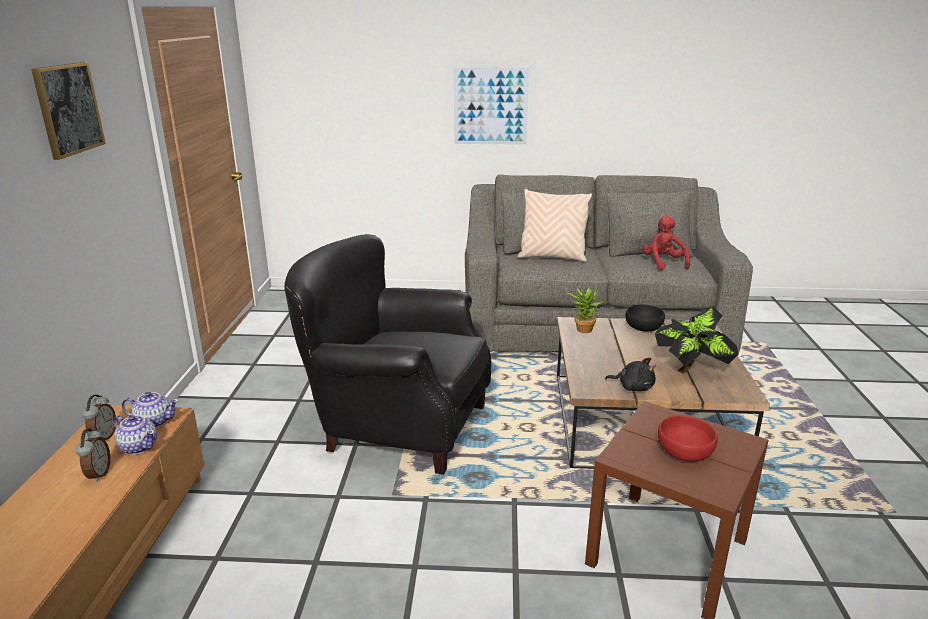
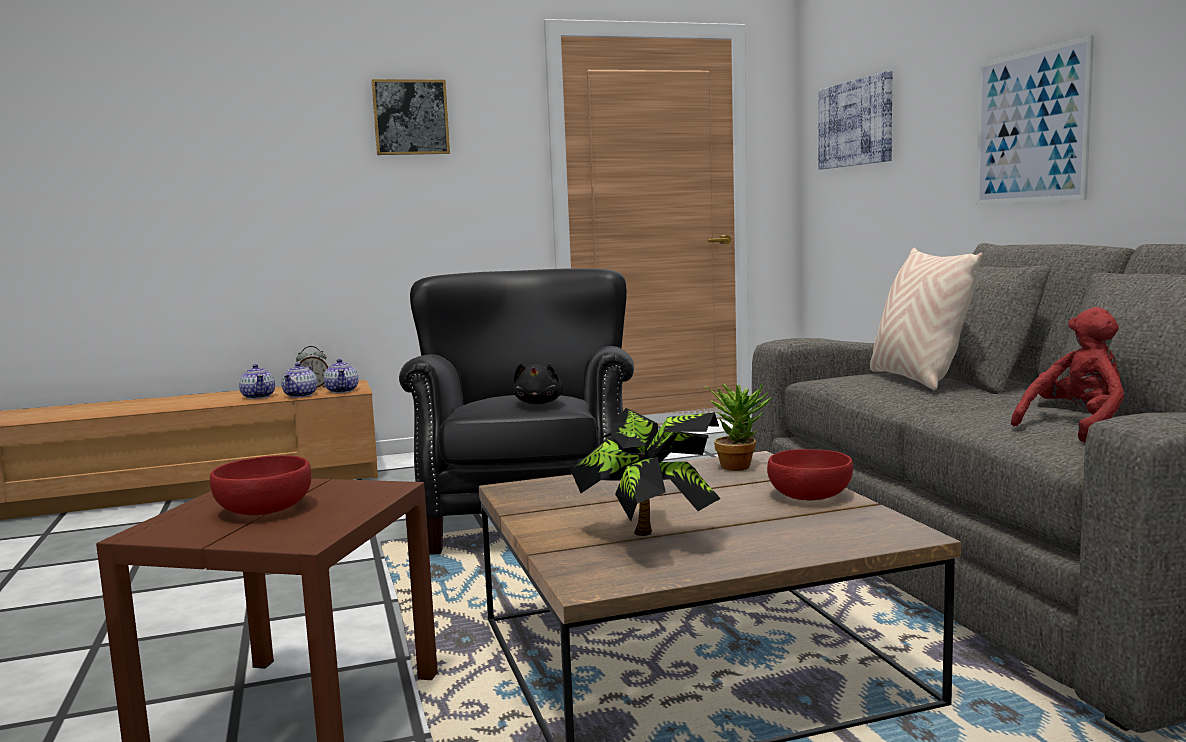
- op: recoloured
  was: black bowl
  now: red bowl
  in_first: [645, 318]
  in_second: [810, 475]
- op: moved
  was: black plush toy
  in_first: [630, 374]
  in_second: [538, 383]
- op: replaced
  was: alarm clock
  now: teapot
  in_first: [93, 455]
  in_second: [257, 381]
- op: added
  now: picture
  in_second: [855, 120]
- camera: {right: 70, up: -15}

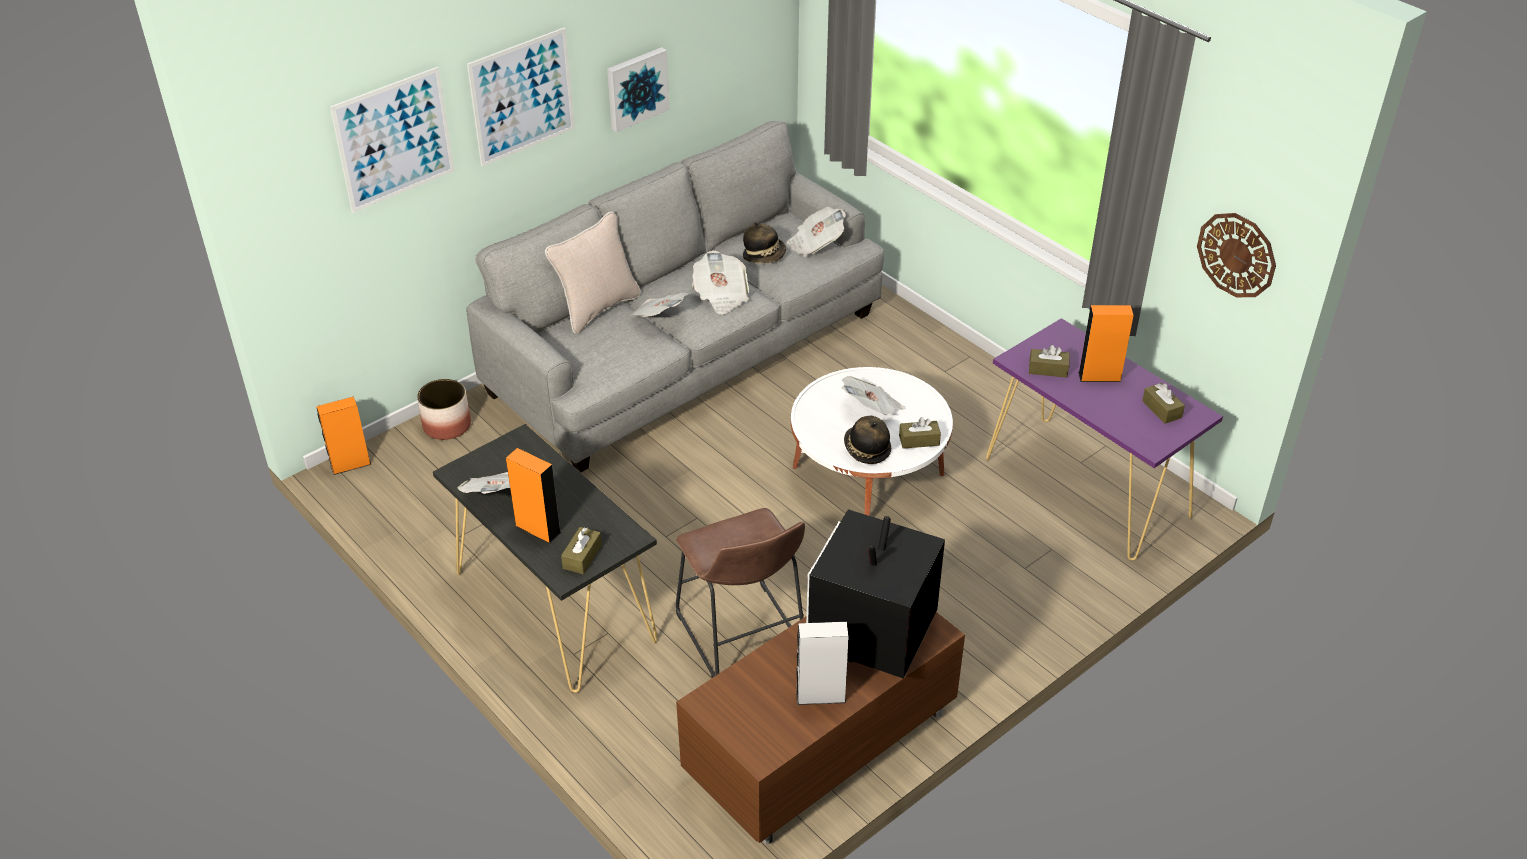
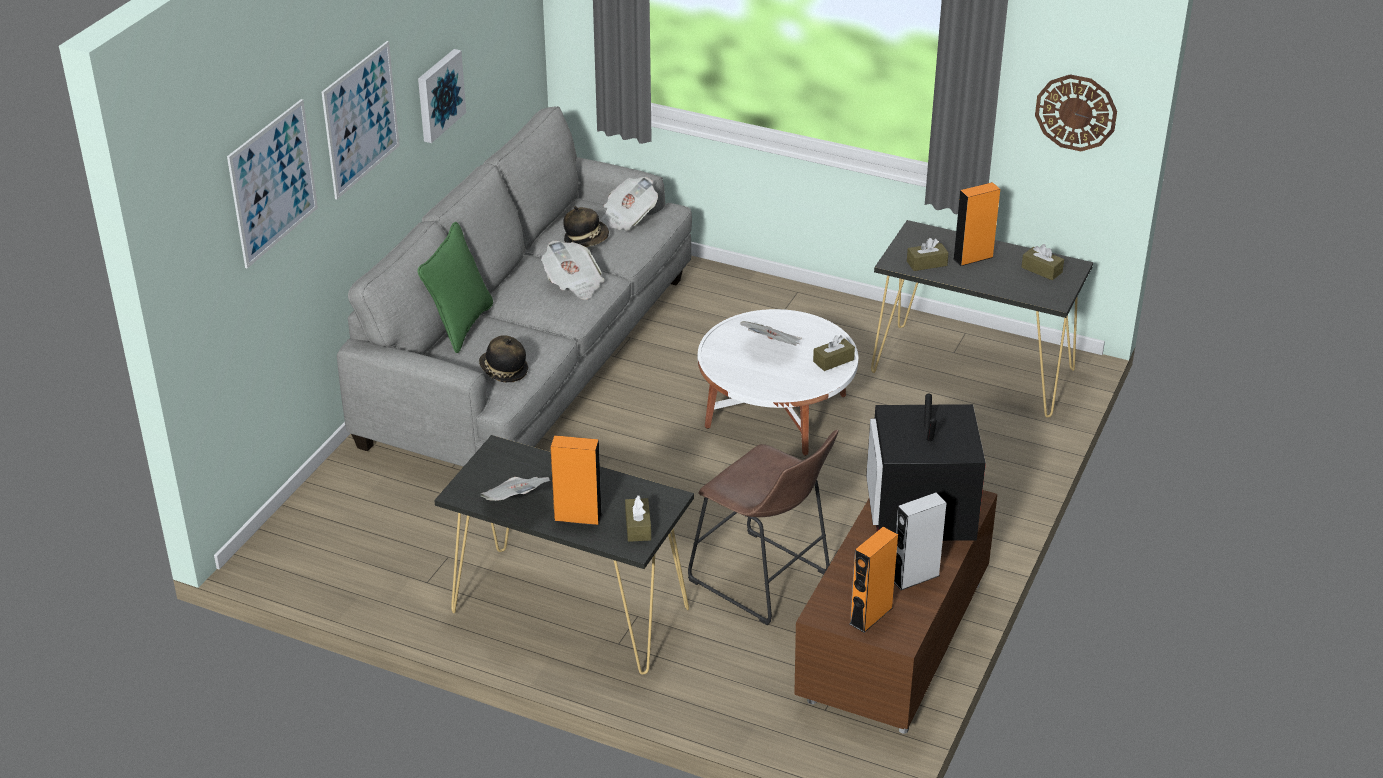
- op: recoloured
  was: beige pillow
  now: green pillow
  in_first: [593, 273]
  in_second: [455, 287]
- op: removed
  was: newspaper
  in_first: [659, 305]
- op: recoloured
  was: purple console table
  now: black console table
  in_first: [1104, 439]
  in_second: [982, 319]
- op: removed
  was: planter
  in_first: [444, 409]
- op: moved
  was: orange speaker
  in_first: [343, 436]
  in_second: [874, 580]
- op: moved
  was: hat
  in_first: [867, 440]
  in_second: [503, 358]
- camera: {right: -25, up: -5}

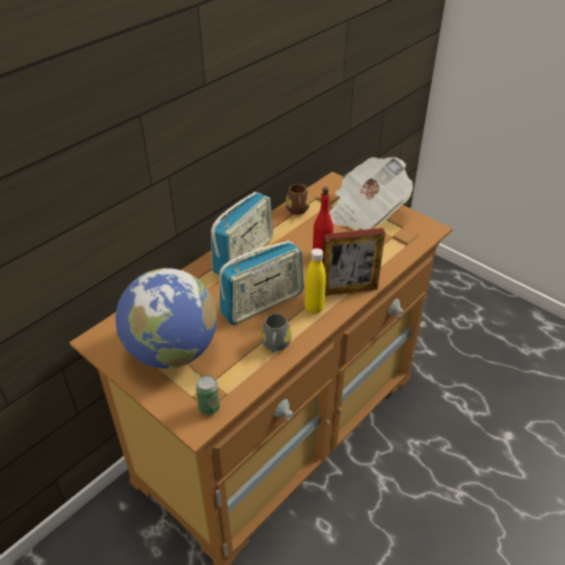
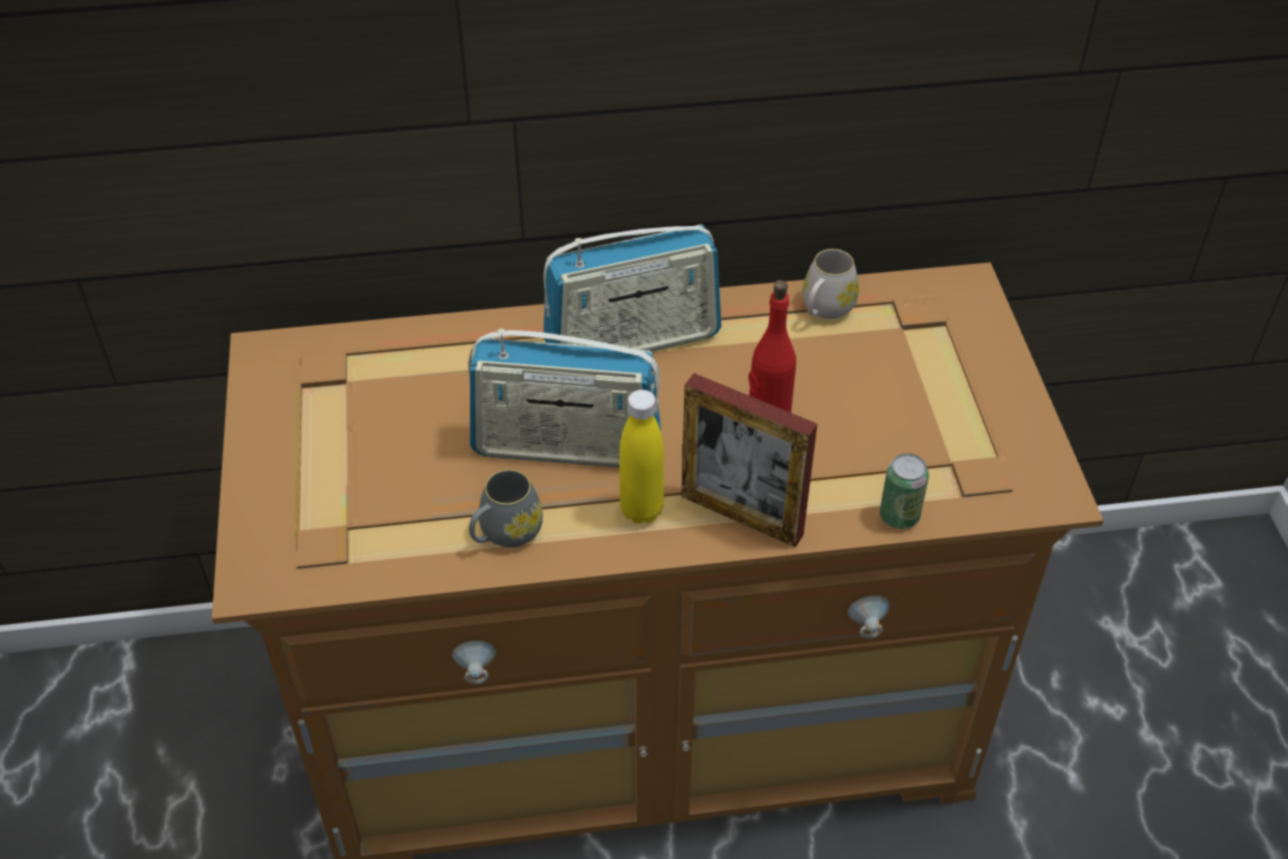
- op: removed
  was: newspaper
  in_first: [371, 193]
- op: recoloured
  was: brown mug
  now: white mug
  in_first: [298, 199]
  in_second: [831, 284]
- op: removed
  was: globe
  in_first: [166, 318]
- op: moved
  was: can
  in_first: [208, 395]
  in_second: [904, 491]
- camera: {right: 40, up: 5}

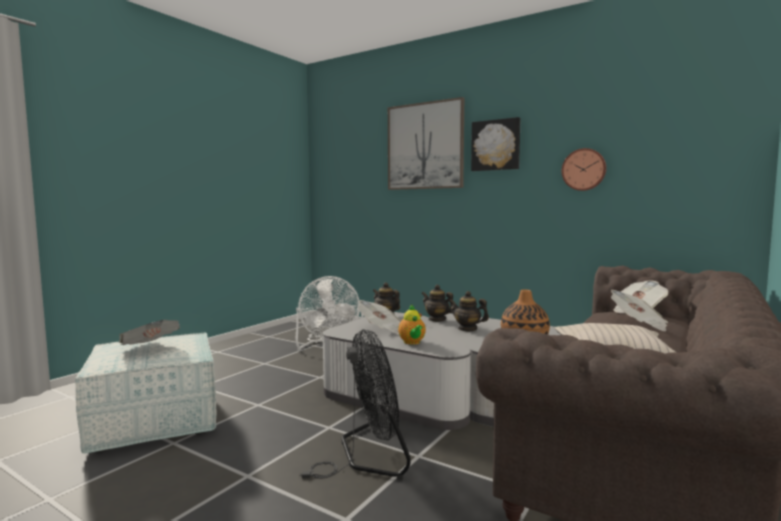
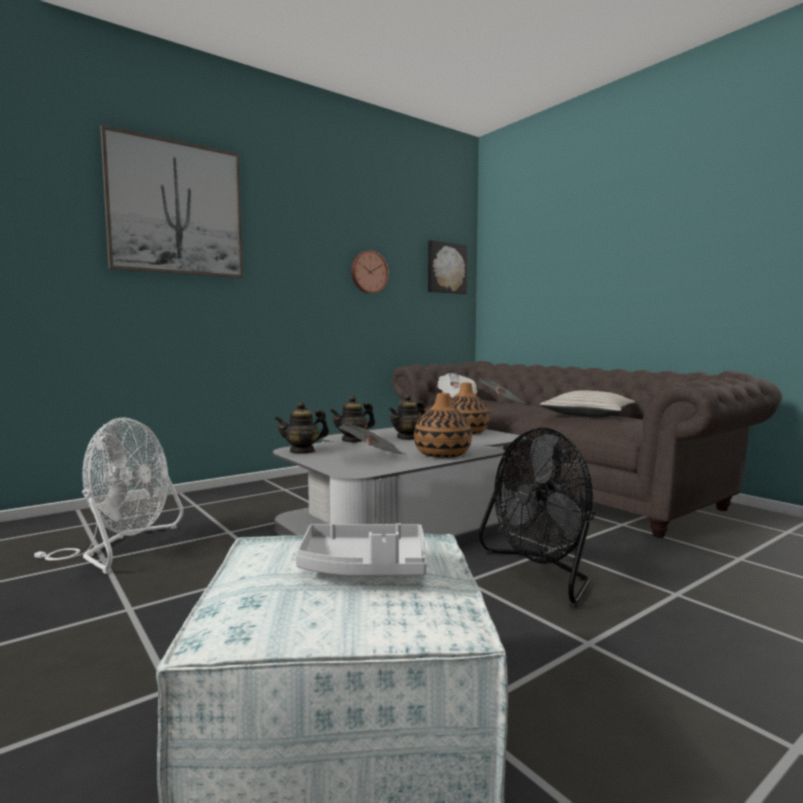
- op: moved
  was: picture
  in_first: [495, 144]
  in_second: [448, 267]
- op: replaced
  was: teapot
  now: vase
  in_first: [412, 325]
  in_second: [443, 425]
- op: replaced
  was: newspaper
  now: grey tray
  in_first: [149, 332]
  in_second: [361, 550]
- op: turned
  was: black fan
  in_first: [355, 404]
  in_second: [537, 518]
  clockwise: -120
- camera: {right: -70, up: 0}

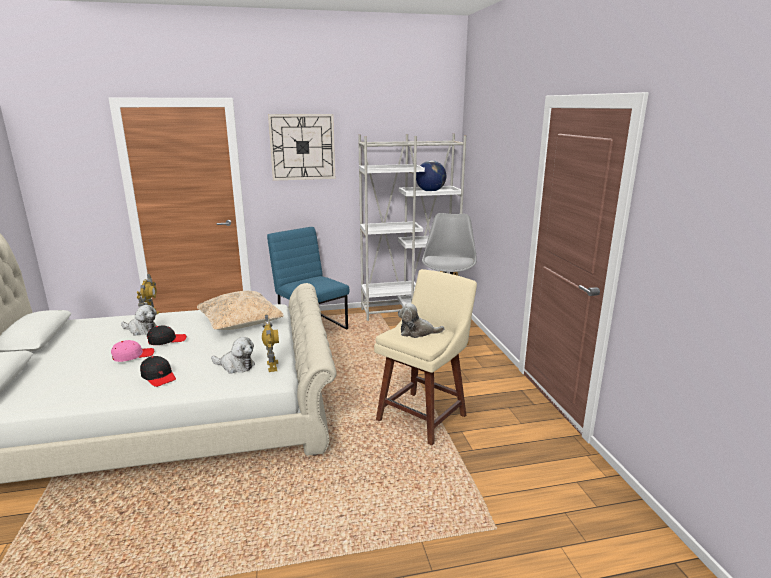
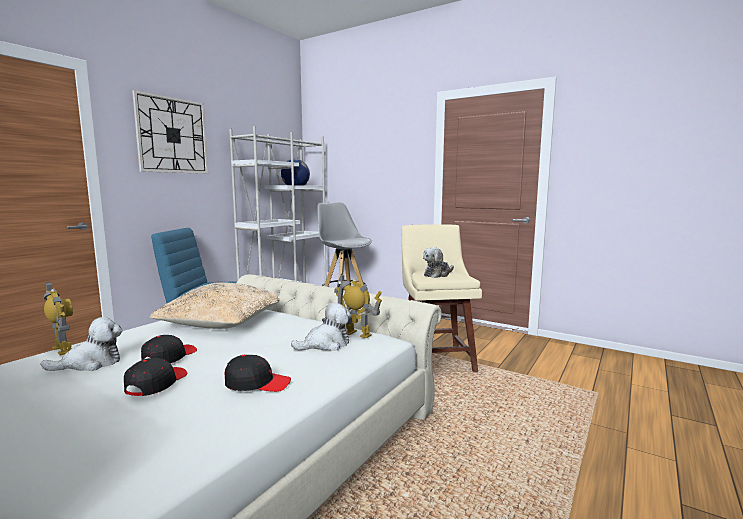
- op: recoloured
  was: pink cap
  now: black cap
  in_first: [132, 351]
  in_second: [155, 377]
- camera: {right: -45, up: -10}

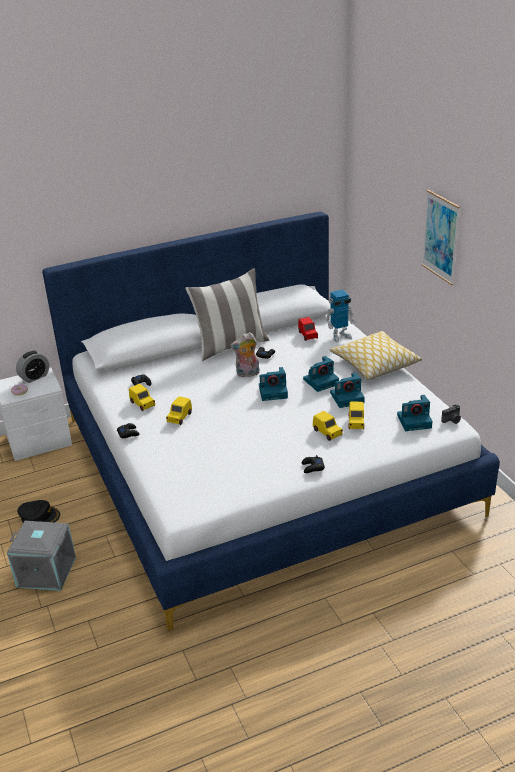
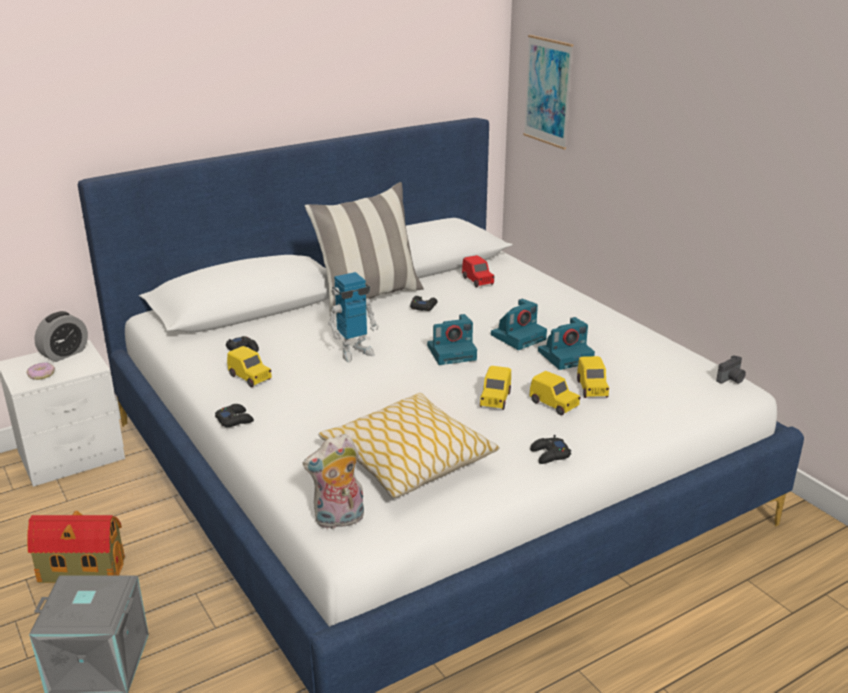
- op: moved
  was: picture
  in_first: [441, 237]
  in_second: [548, 92]
- op: moved
  was: toy robot
  in_first: [340, 316]
  in_second: [353, 317]
- op: moved
  was: pillow
  in_first: [375, 355]
  in_second: [408, 445]
- op: moved
  was: plush toy
  in_first: [245, 354]
  in_second: [333, 481]
- op: removed
  was: photo camera
  in_first: [414, 413]
- op: moved
  was: yellow toy car
  in_first: [179, 410]
  in_second: [495, 388]
- op: replaced
  was: black cap
  now: toy house
  in_first: [38, 511]
  in_second: [76, 547]
- camera: {right: -10, up: -5}

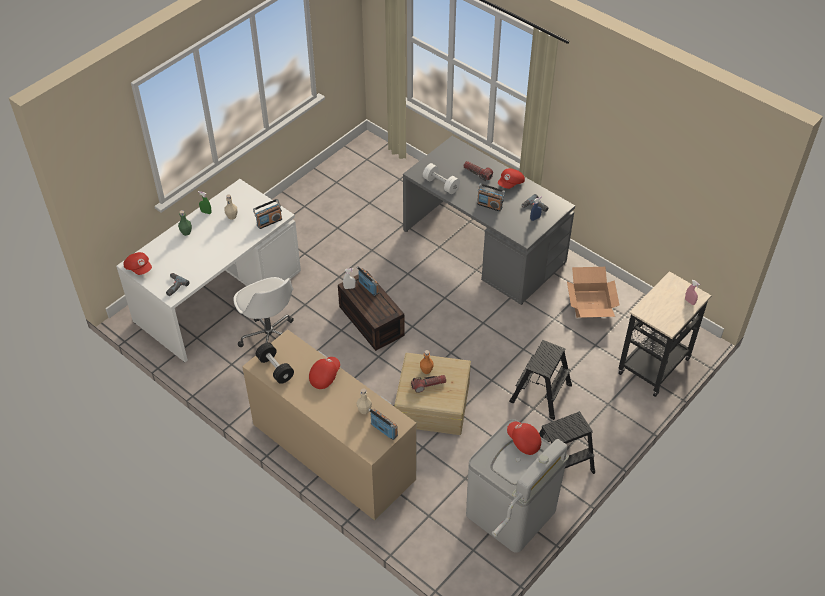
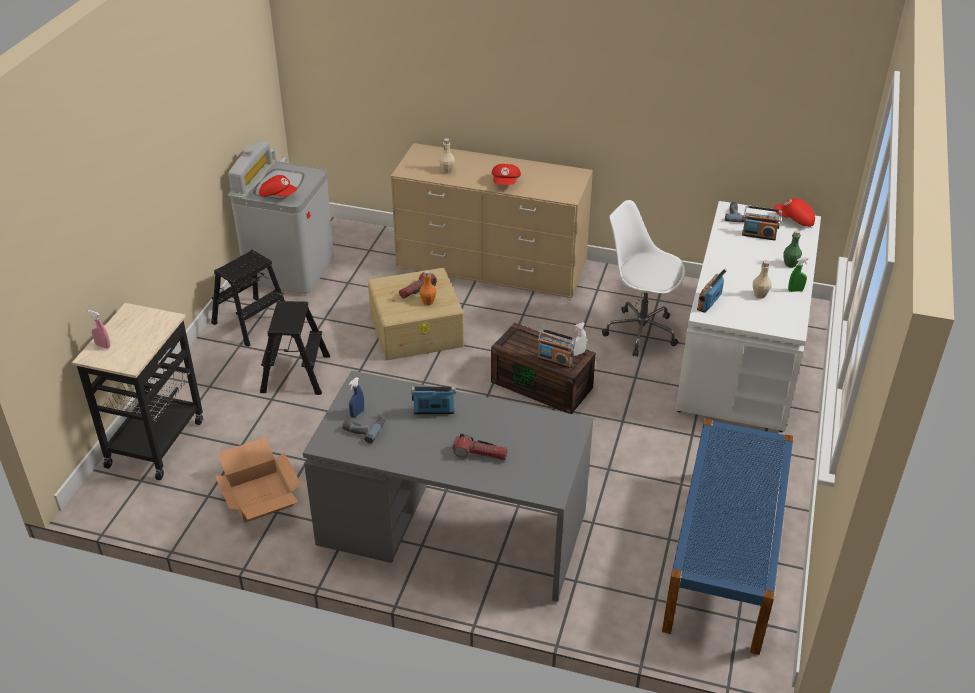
- op: removed
  was: white dumbbell
  in_first: [441, 178]
- op: removed
  was: red cap
  in_first: [511, 178]
- op: removed
  was: black dumbbell
  in_first: [275, 363]
- op: moved
  was: radio
  in_first: [383, 424]
  in_second: [762, 222]
- op: added
  now: blue bench
  in_second: [728, 537]
- camera: {right: 155, up: -10}

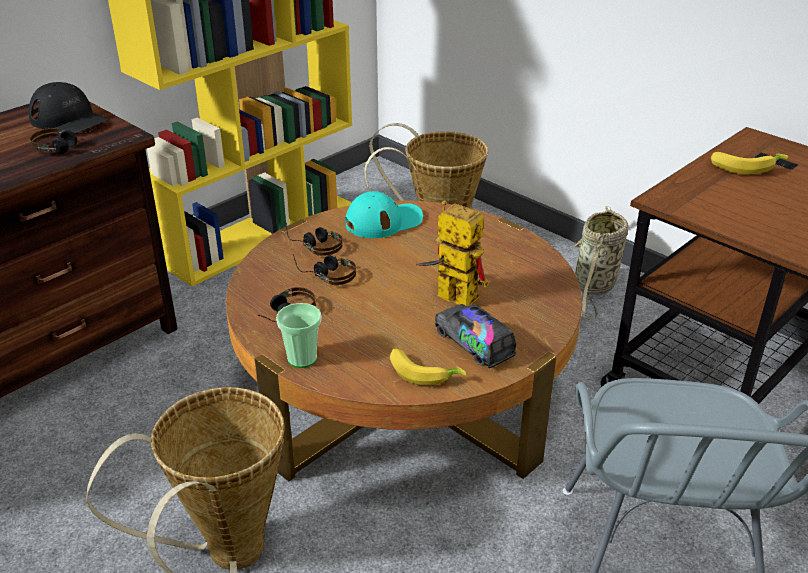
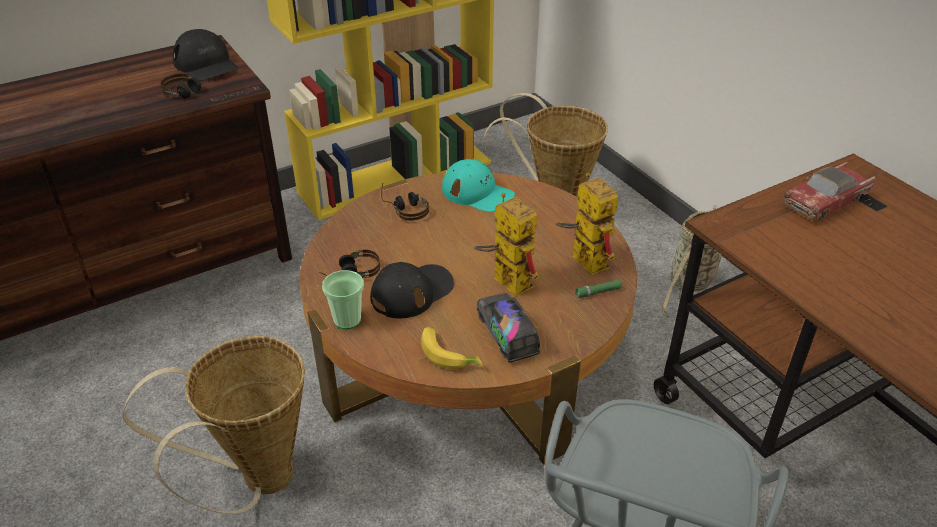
- op: replaced
  was: banana
  now: toy car
  in_first: [749, 163]
  in_second: [829, 191]
- op: turned
  was: turquoise cap
  in_first: [384, 214]
  in_second: [478, 185]
  clockwise: 45
- op: removed
  was: headphones
  in_first: [324, 269]
- op: added
  now: toy robot
  in_second: [587, 224]
- op: added
  now: black cap
  in_second: [412, 290]
- op: added
  now: green flashlight
  in_second: [598, 288]
- camera: {right: 15, up: 5}

